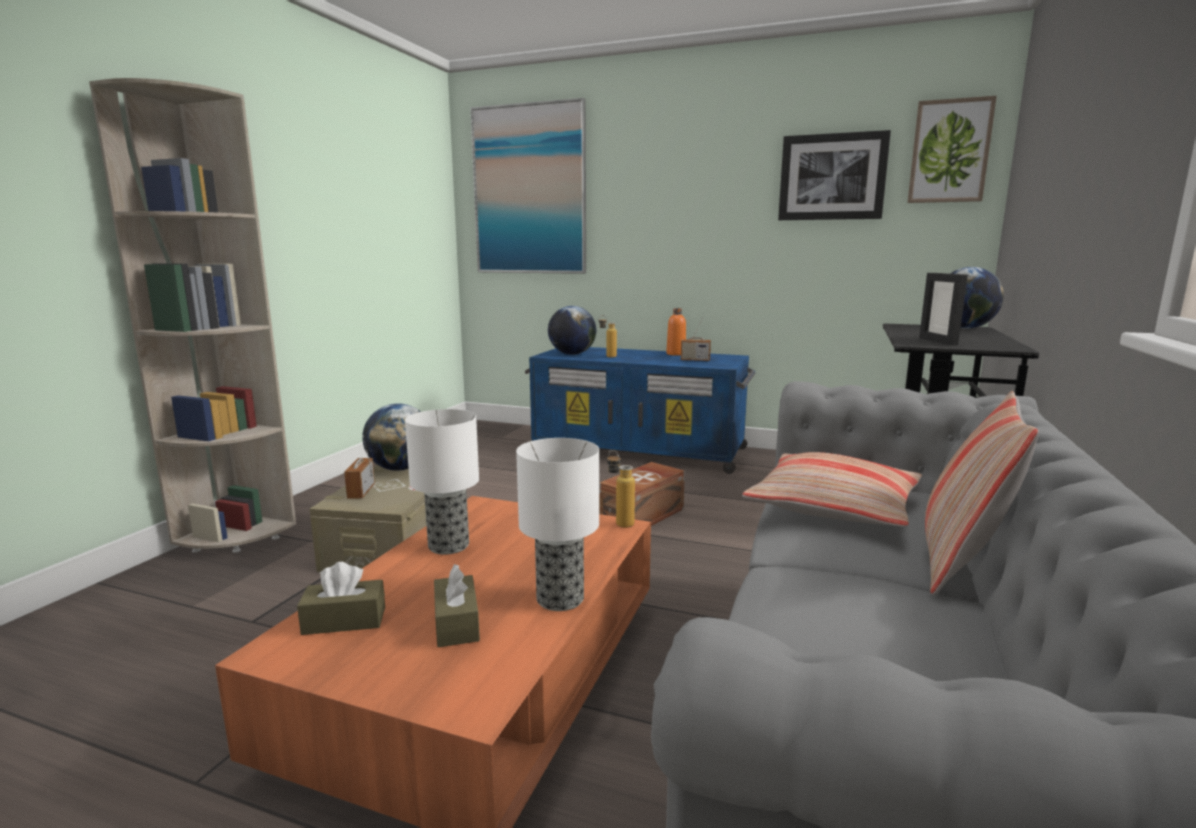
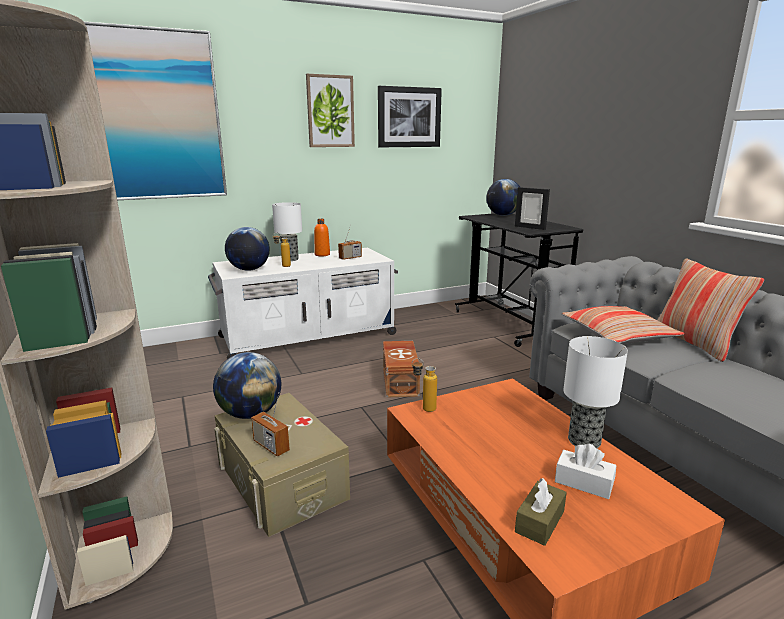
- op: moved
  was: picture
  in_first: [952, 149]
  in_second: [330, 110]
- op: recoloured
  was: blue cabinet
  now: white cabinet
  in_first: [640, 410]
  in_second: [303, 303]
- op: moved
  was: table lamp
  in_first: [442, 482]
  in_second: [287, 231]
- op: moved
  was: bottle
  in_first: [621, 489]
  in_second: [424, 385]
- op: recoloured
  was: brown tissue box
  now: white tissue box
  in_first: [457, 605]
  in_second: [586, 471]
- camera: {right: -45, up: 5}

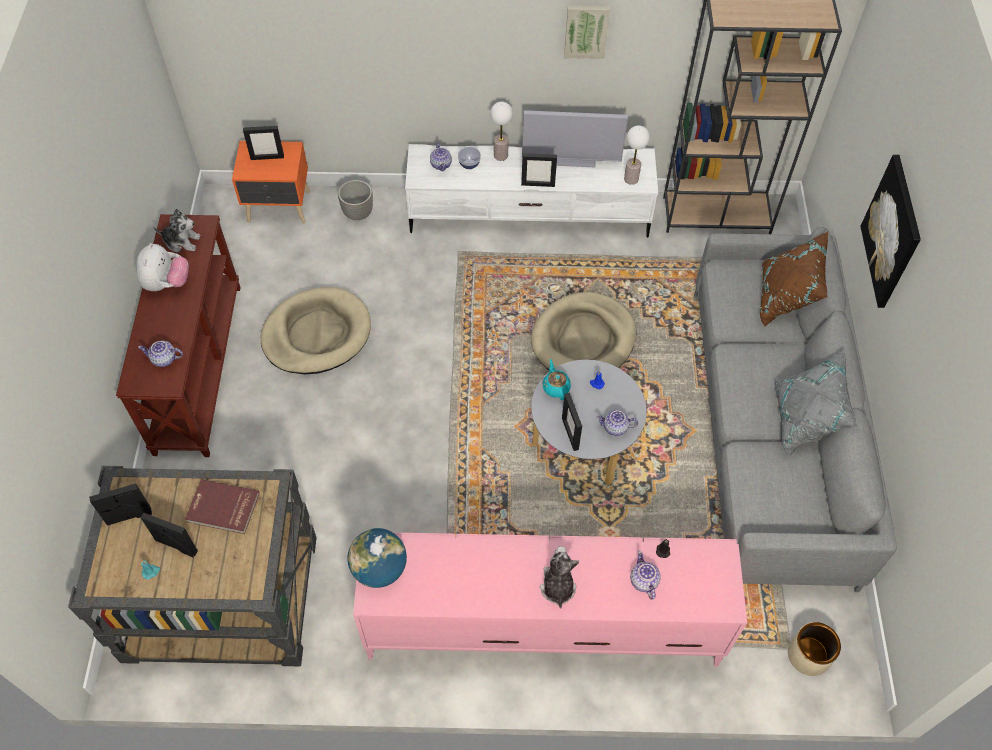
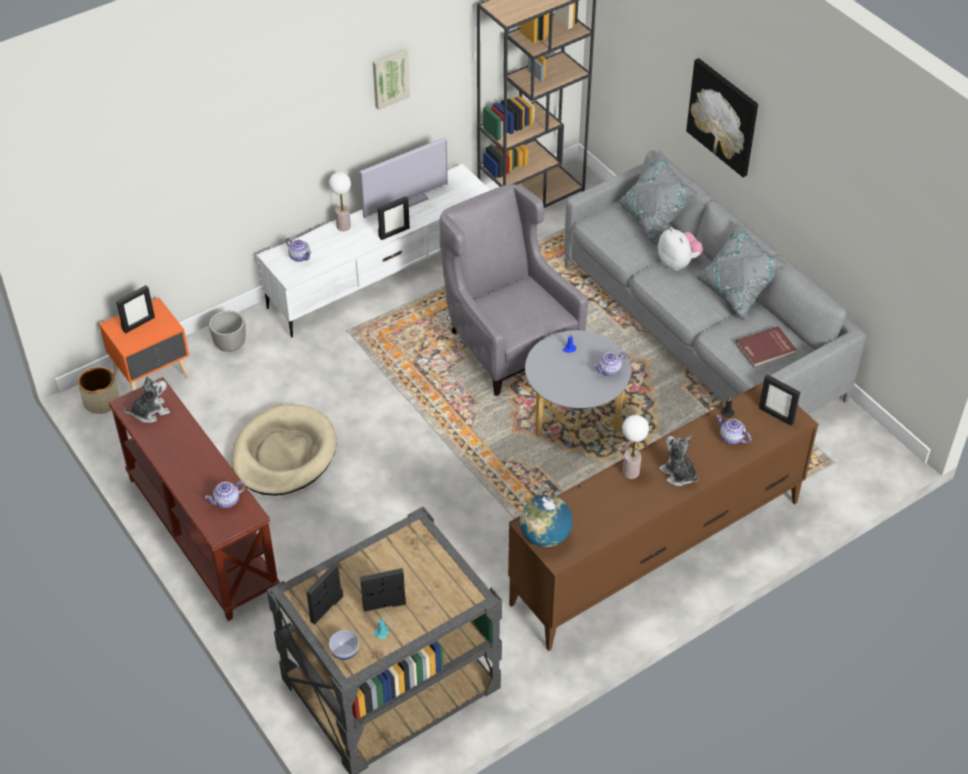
- op: moved
  was: table lamp
  in_first: [637, 155]
  in_second: [635, 447]
- op: moved
  was: bowl
  in_first: [469, 158]
  in_second: [344, 645]
- op: recoloured
  was: brown pillow
  now: grey pillow
  in_first: [794, 279]
  in_second: [658, 197]
- op: moved
  was: plush toy
  in_first: [162, 267]
  in_second: [680, 248]
- op: replaced
  was: beige dog bed
  now: grey armchair
  in_first: [583, 331]
  in_second: [513, 290]
- op: removed
  was: turquoise teapot
  in_first: [557, 379]
- op: moved
  was: picture frame
  in_first: [572, 422]
  in_second: [779, 400]
- op: moved
  was: red book
  in_first: [222, 506]
  in_second: [766, 347]
- op: recoloured
  was: pink cabinet
  now: brown cabinet
  in_first: [550, 599]
  in_second: [663, 516]
- op: moved
  was: beige planter
  in_first: [814, 649]
  in_second: [99, 390]
- camera: {right: -35, up: -10}

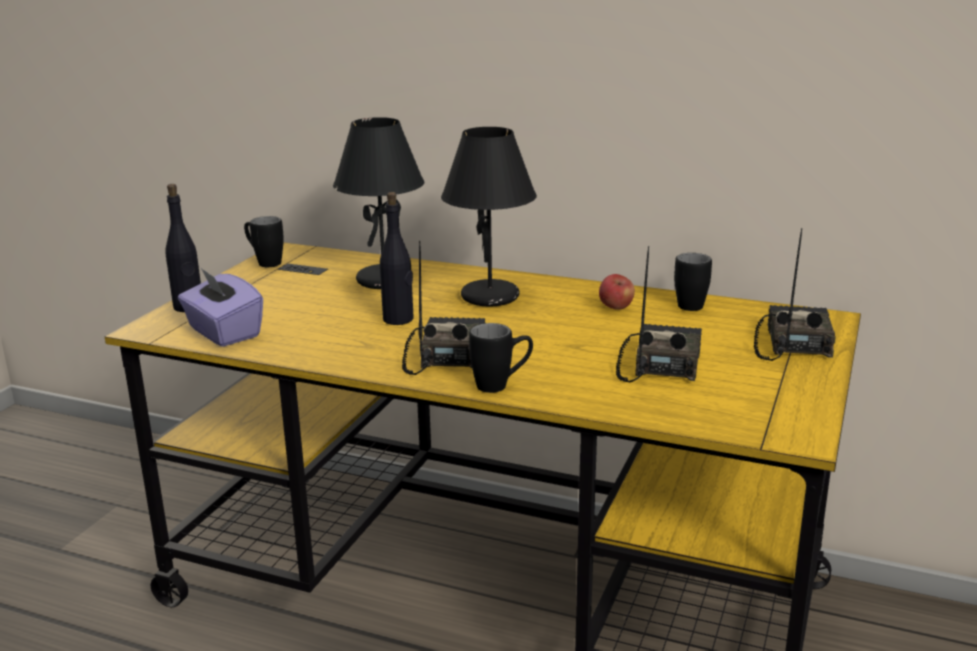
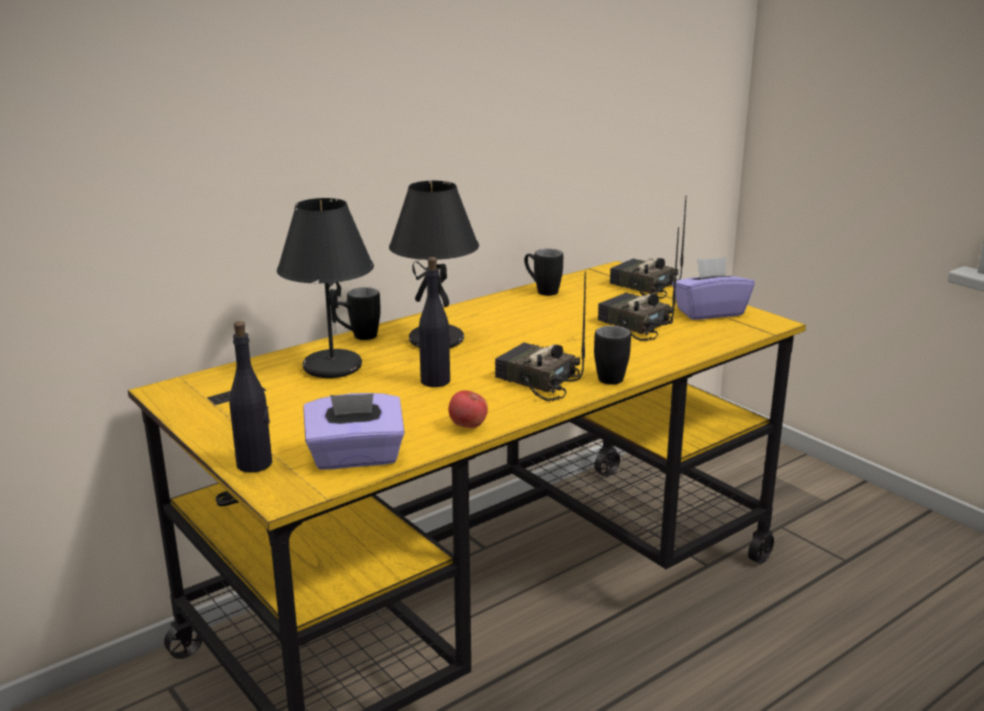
- op: moved
  was: black mug
  in_first: [264, 241]
  in_second: [358, 313]
- op: moved
  was: apple
  in_first: [617, 291]
  in_second: [468, 409]
- op: added
  now: purple tissue box
  in_second: [713, 288]
- camera: {right: -60, up: 0}

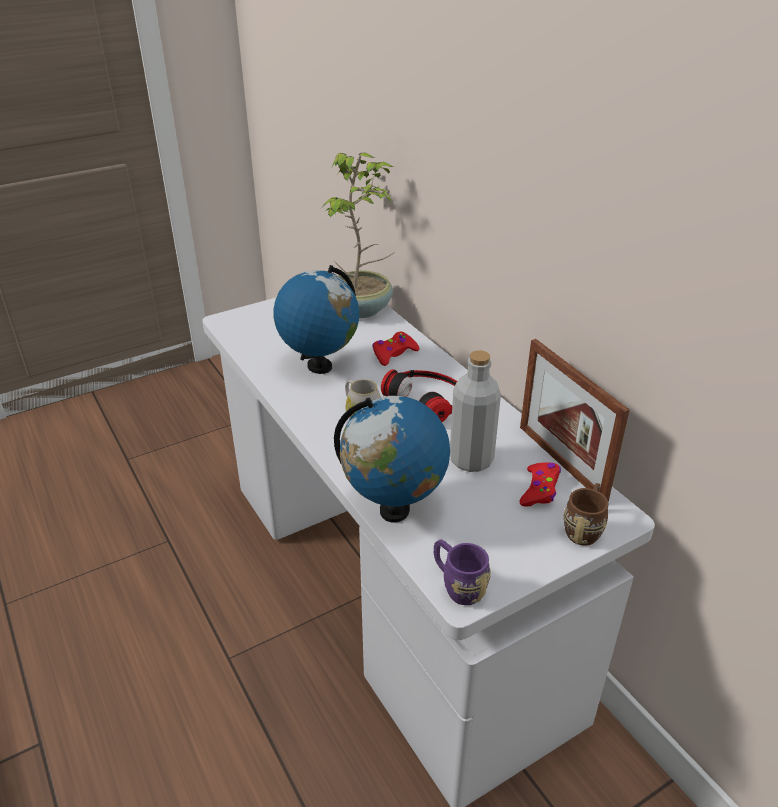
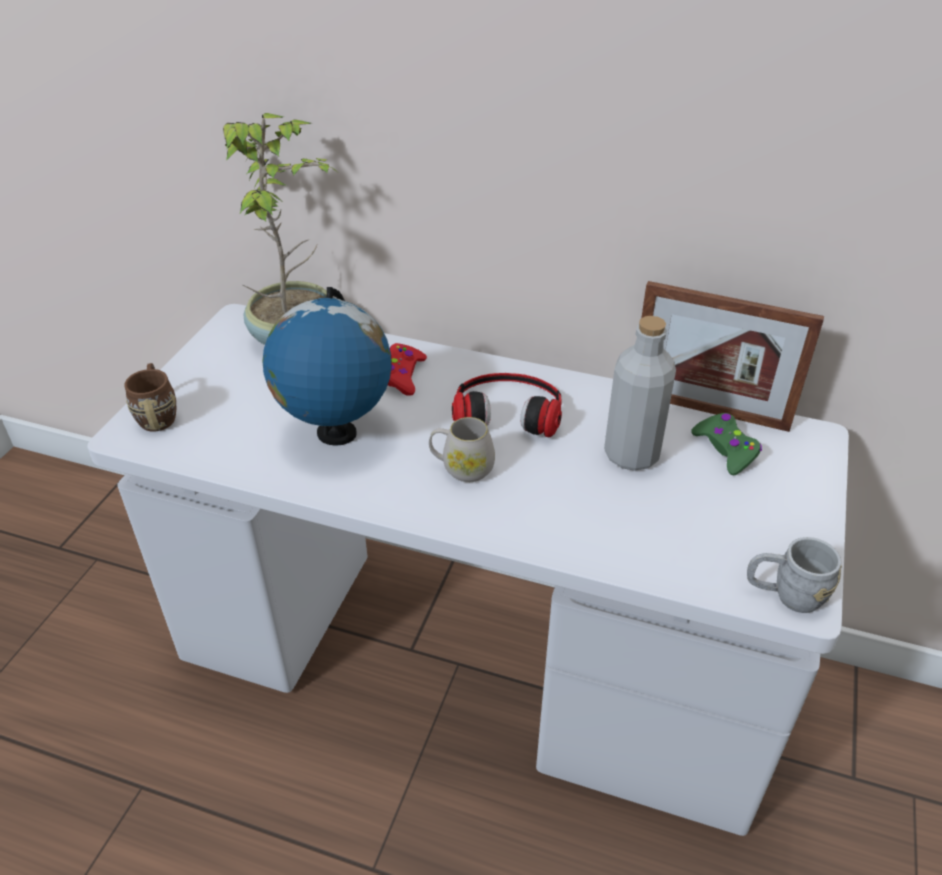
- op: removed
  was: globe
  in_first: [392, 459]
- op: recoloured
  was: red game controller
  now: green game controller
  in_first: [540, 484]
  in_second: [726, 444]
- op: moved
  was: brown mug
  in_first: [586, 514]
  in_second: [150, 397]
- op: recoloured
  was: purple mug
  now: grey mug
  in_first: [462, 572]
  in_second: [794, 575]
- camera: {right: -40, up: 5}

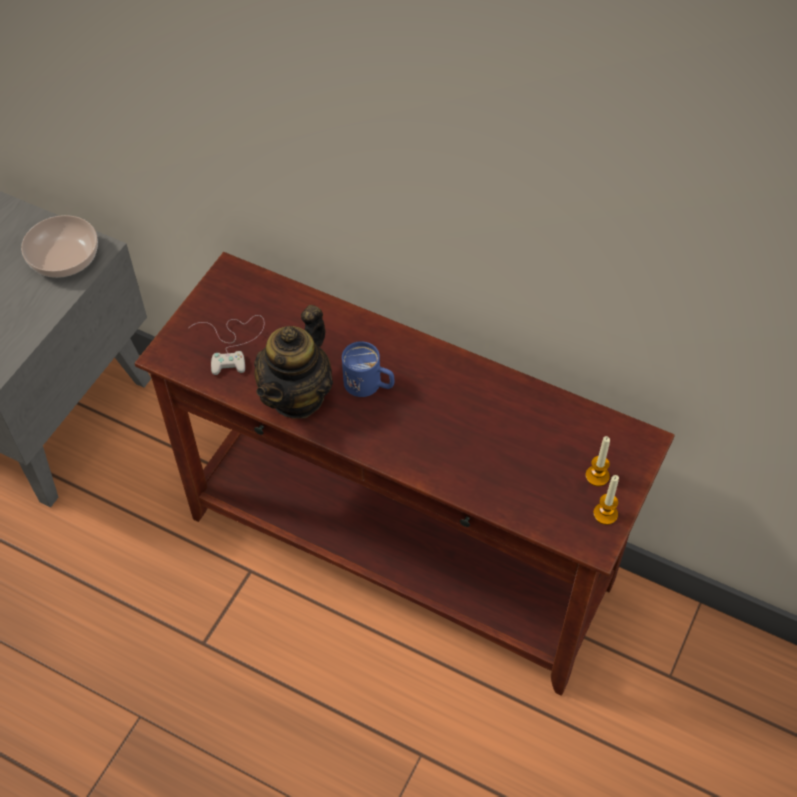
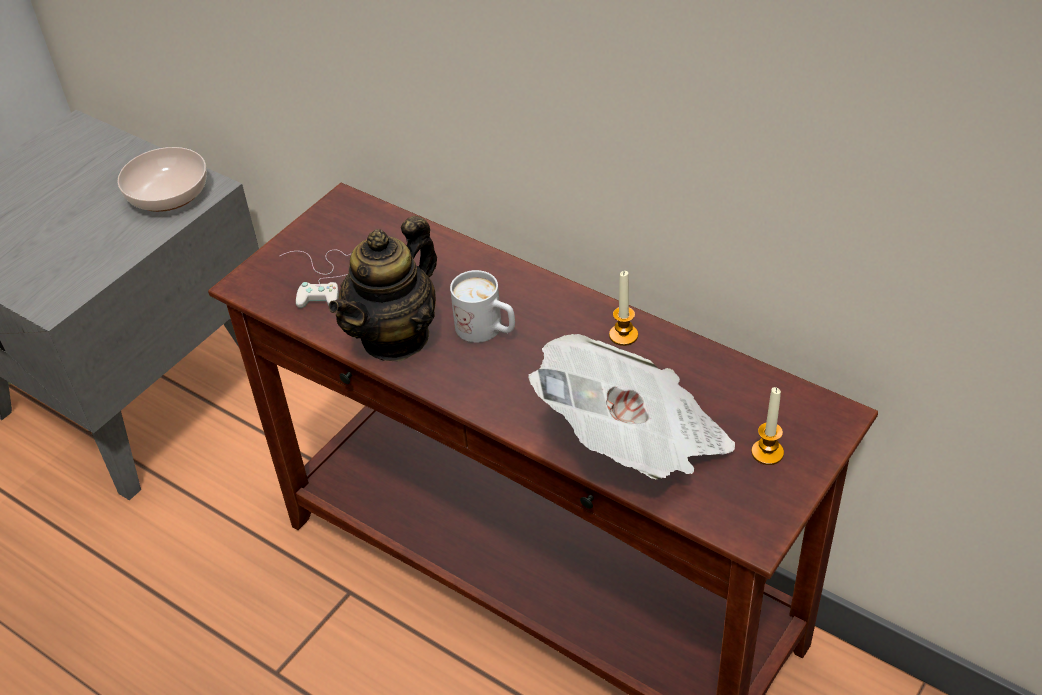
- op: recoloured
  was: blue mug
  now: white mug
  in_first: [368, 369]
  in_second: [482, 306]
- op: moved
  was: candle
  in_first: [606, 500]
  in_second: [623, 308]
- op: added
  now: newspaper
  in_second: [631, 407]
- camera: {right: 10, up: -10}

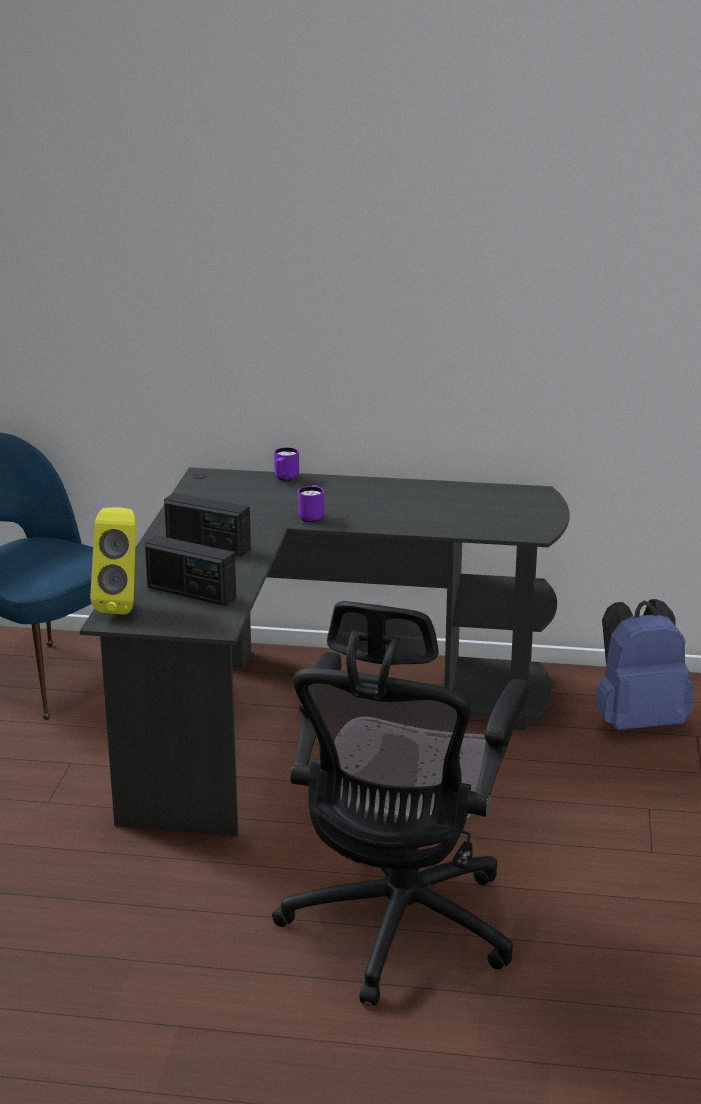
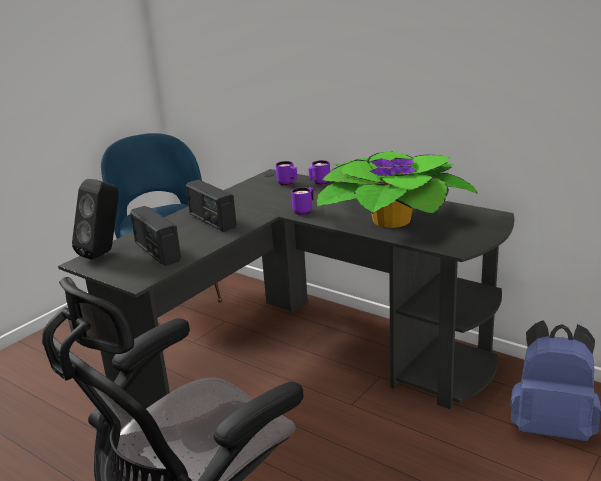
- op: recoloured
  was: yellow speaker
  now: black speaker
  in_first: [113, 561]
  in_second: [95, 219]
- op: added
  now: potted plant
  in_second: [397, 190]
- op: added
  now: purple mug
  in_second: [286, 173]
- camera: {right: 30, up: 0}

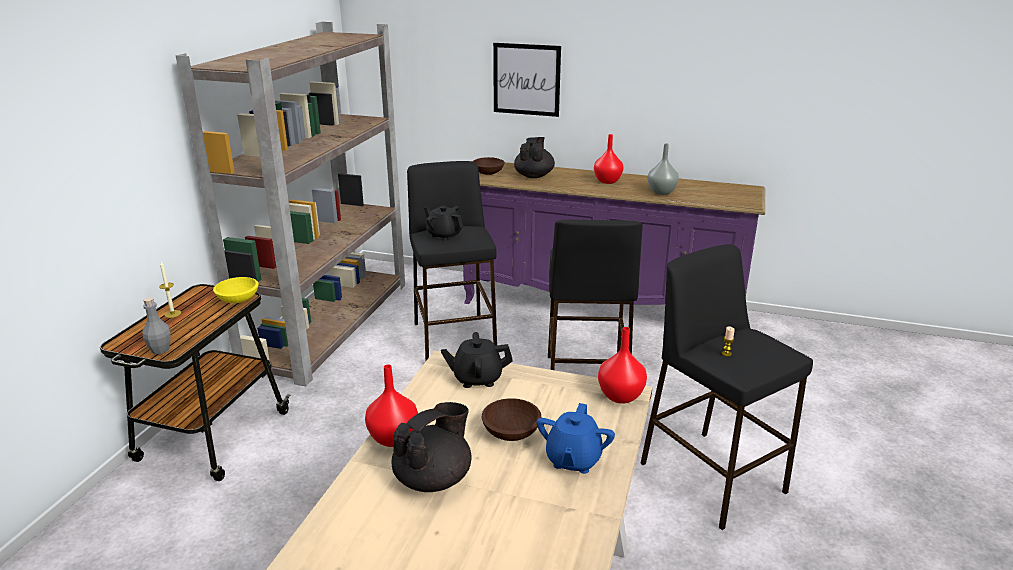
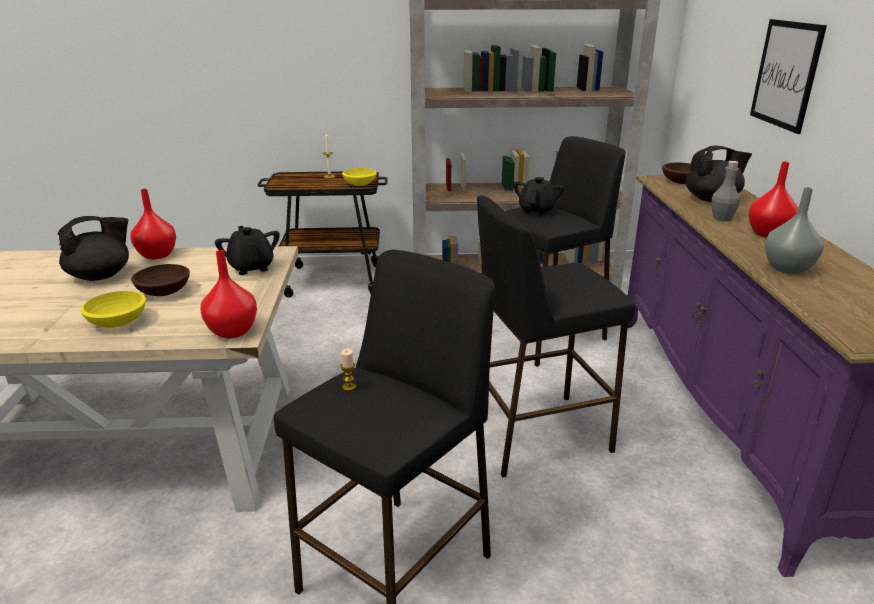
- op: moved
  was: grey bottle
  in_first: [157, 325]
  in_second: [726, 191]
- op: turned
  was: black teapot
  in_first: [431, 447]
  in_second: [93, 248]
  clockwise: -60
- op: replaced
  was: blue teapot
  now: yellow bowl
  in_first: [575, 438]
  in_second: [113, 309]
- camera: {right: 70, up: 0}

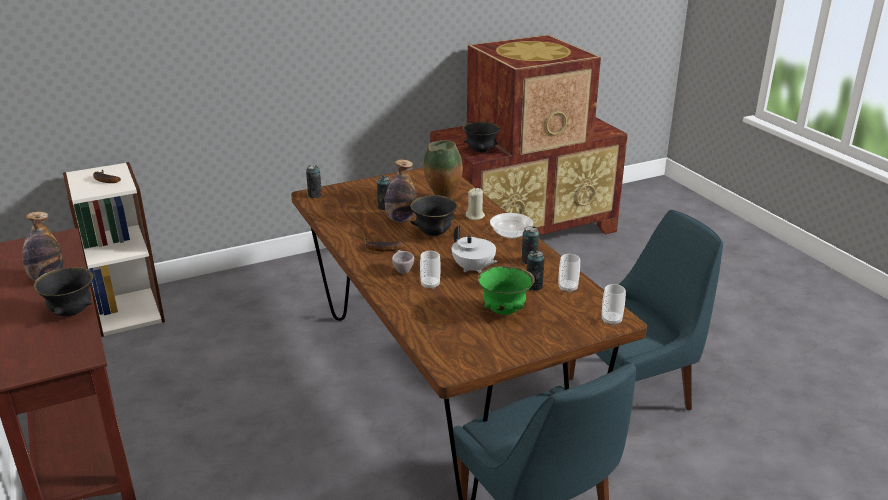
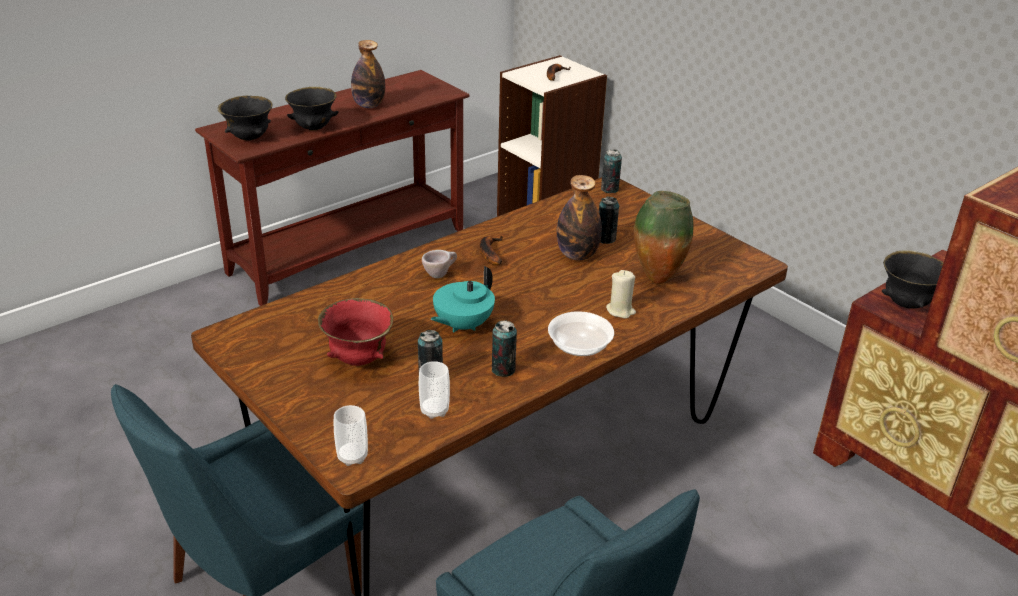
- op: moved
  was: black bowl
  in_first: [433, 215]
  in_second: [244, 118]
- op: recoloured
  was: white teapot
  now: turquoise teapot
  in_first: [474, 249]
  in_second: [463, 299]
- op: removed
  was: cup
  in_first: [430, 270]
- op: recoloured
  was: green bowl
  now: red bowl
  in_first: [506, 290]
  in_second: [355, 332]
- camera: {right: 75, up: 5}

